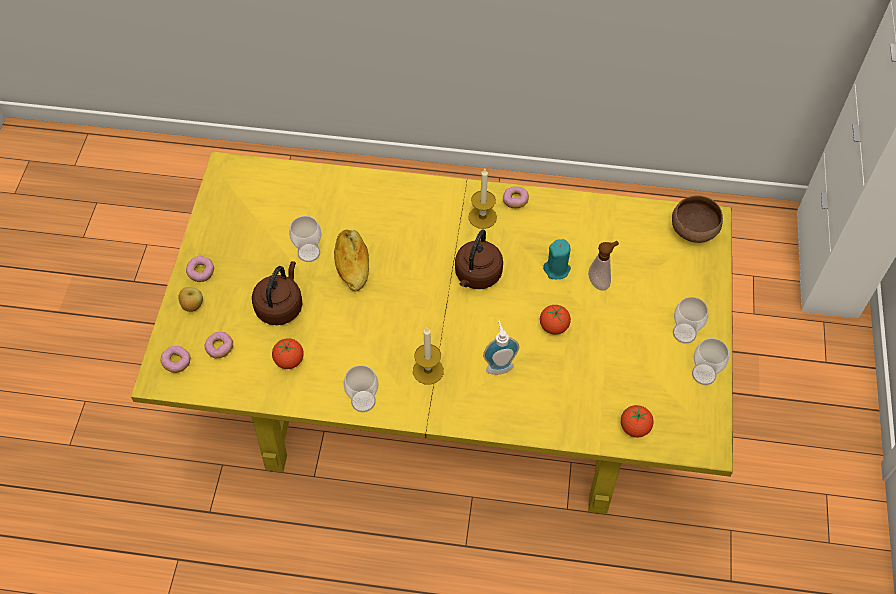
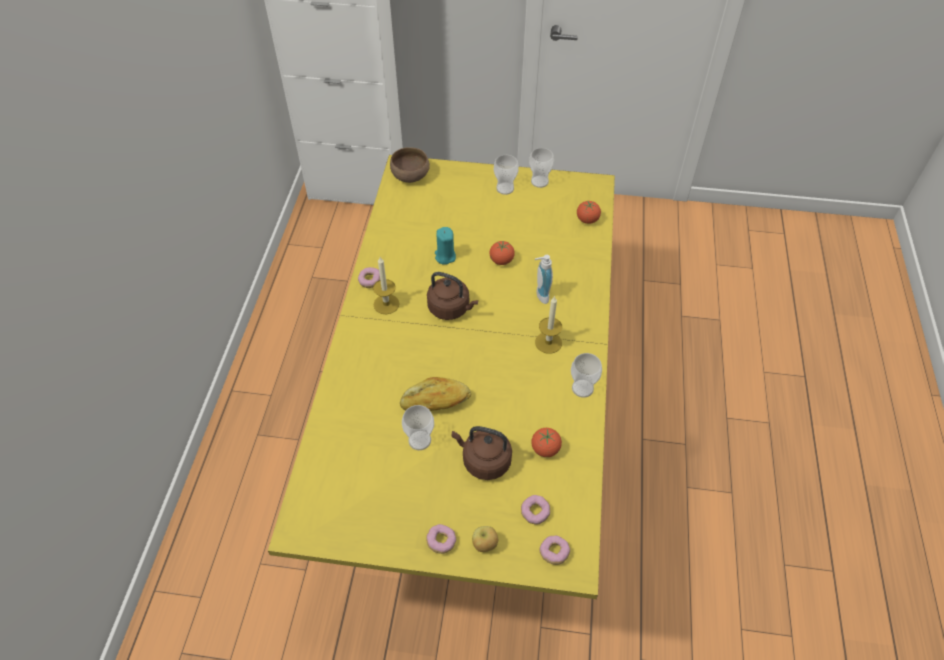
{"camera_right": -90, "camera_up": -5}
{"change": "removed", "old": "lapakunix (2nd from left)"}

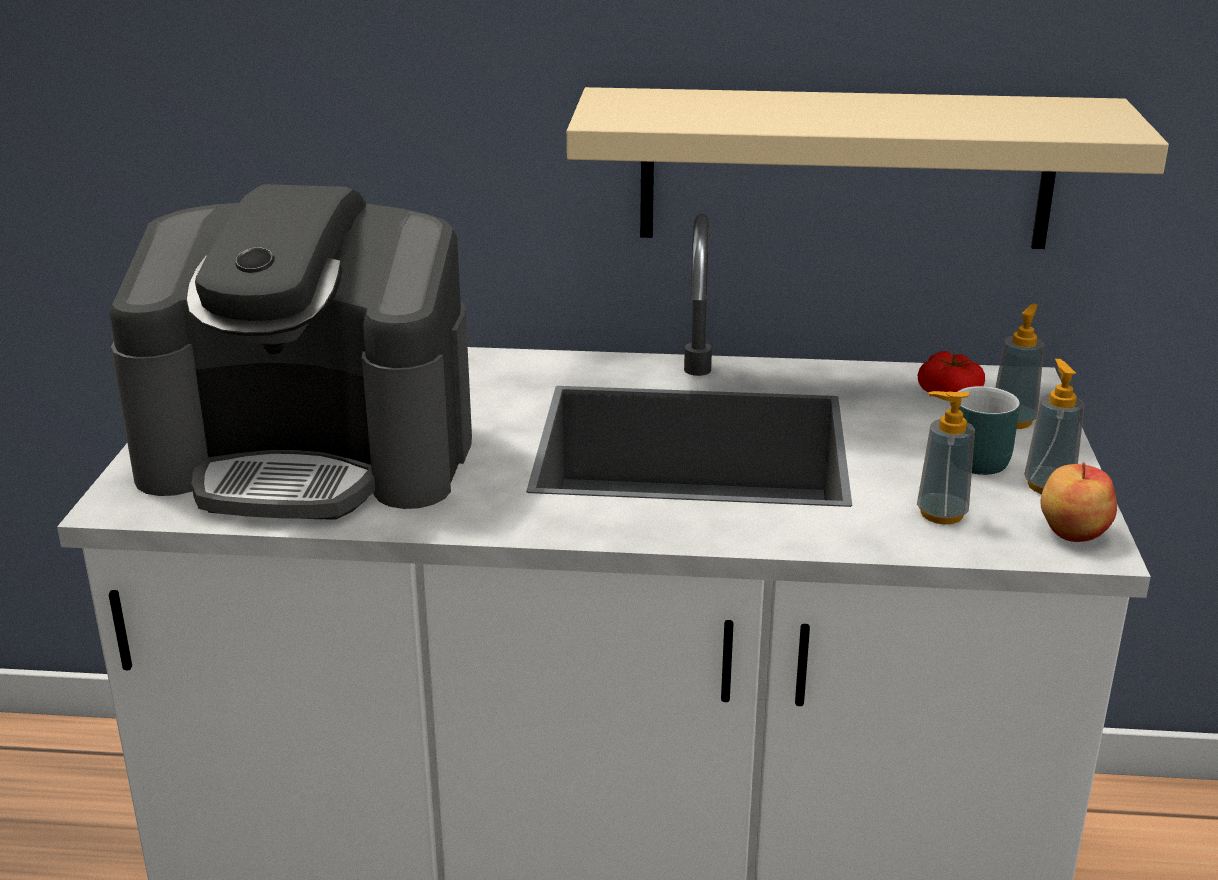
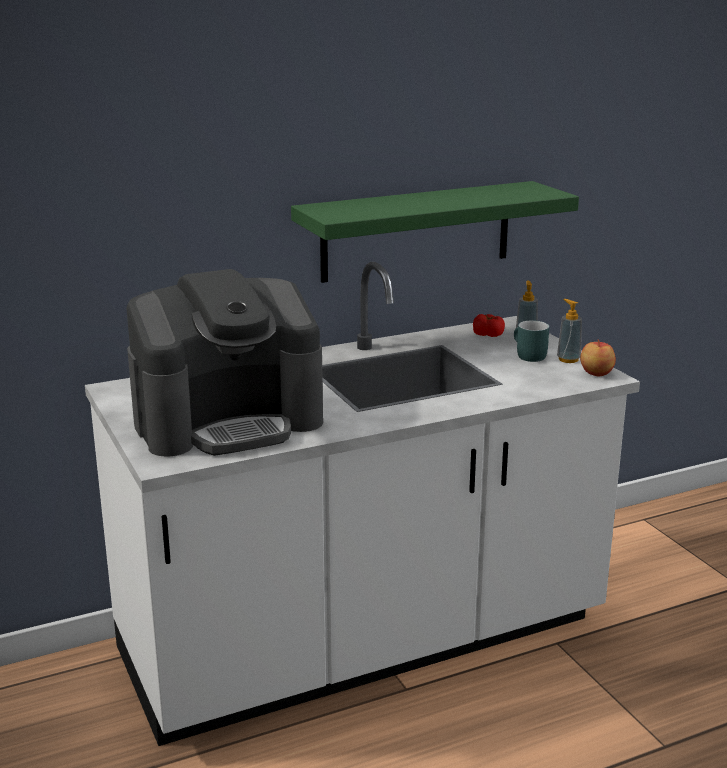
{"camera_right": -30, "camera_up": -5}
{"change": "removed", "old": "lapakunix (1st from left)"}
{"change": "recoloured", "old": "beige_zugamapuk", "new": "green_zugamapuk"}

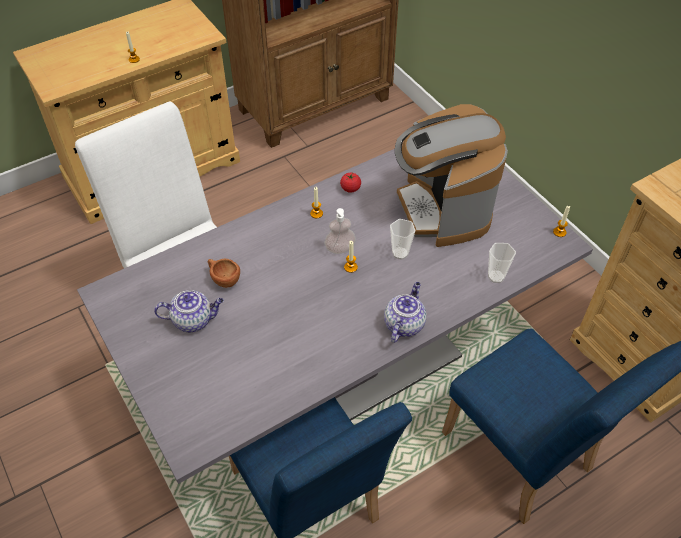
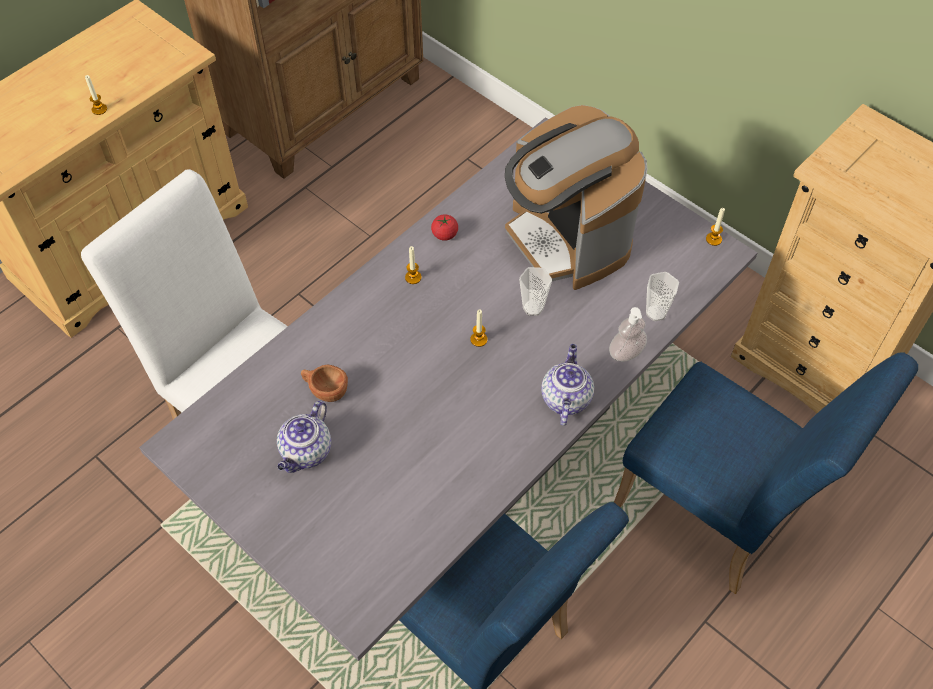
{"camera_right": -15, "camera_up": 5}
{"change": "moved", "old": "lapakunix"}
{"change": "turned", "old": "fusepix (1st from left)", "degrees": 135}

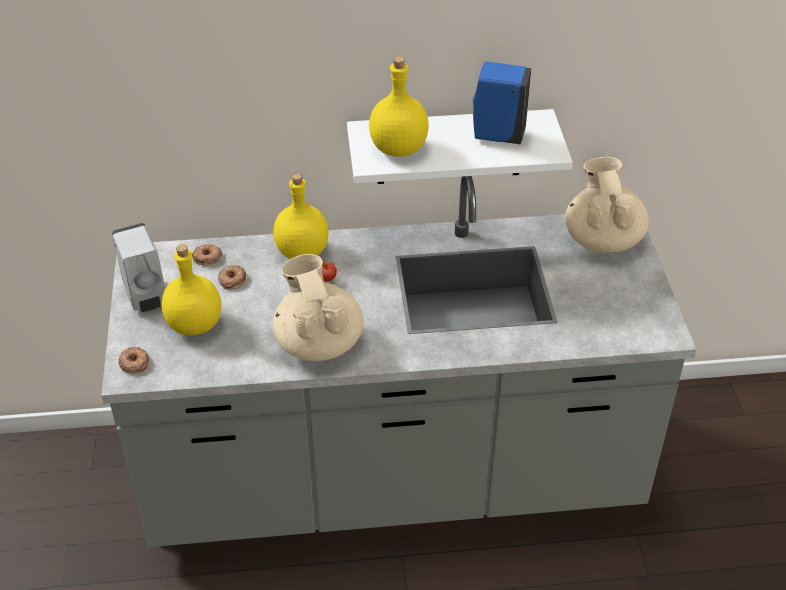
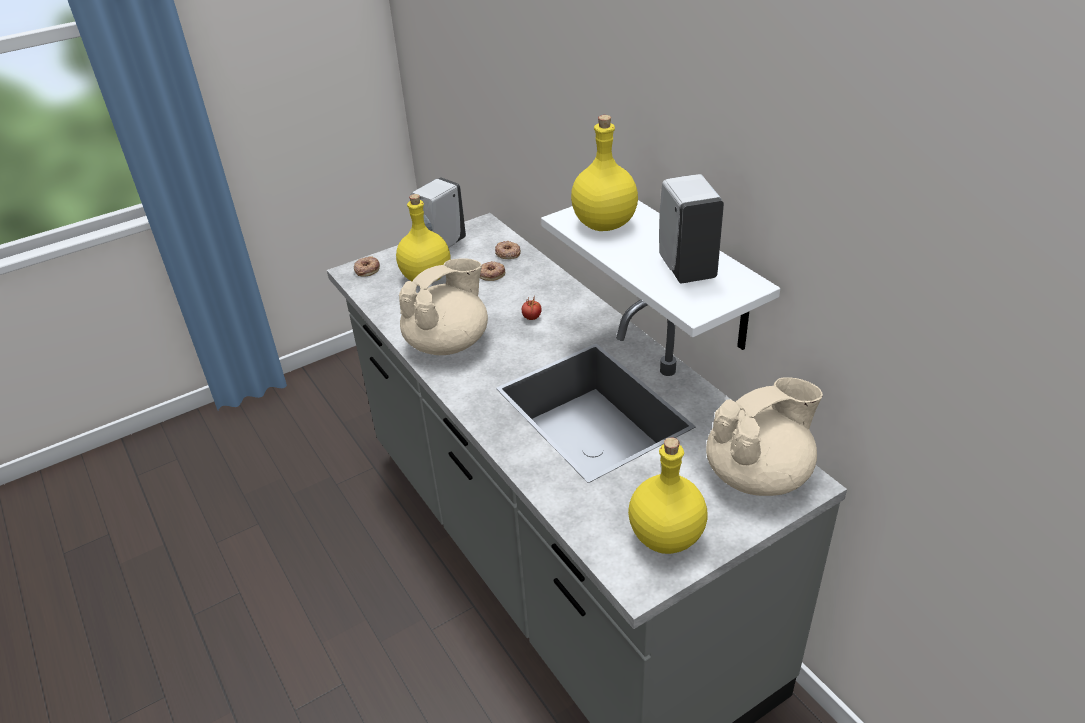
{"camera_right": 65, "camera_up": -5}
{"change": "moved", "old": "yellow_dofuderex (2nd from left in the first image)", "new": "yellow_dofuderex (3rd from left)"}
{"change": "recoloured", "old": "blue_lapakunix", "new": "white_lapakunix (2nd from left)"}

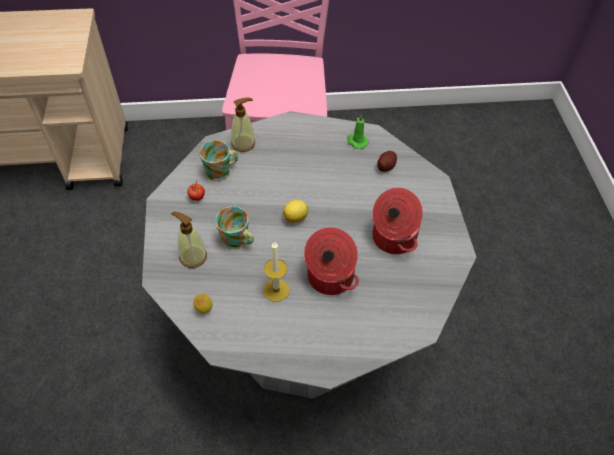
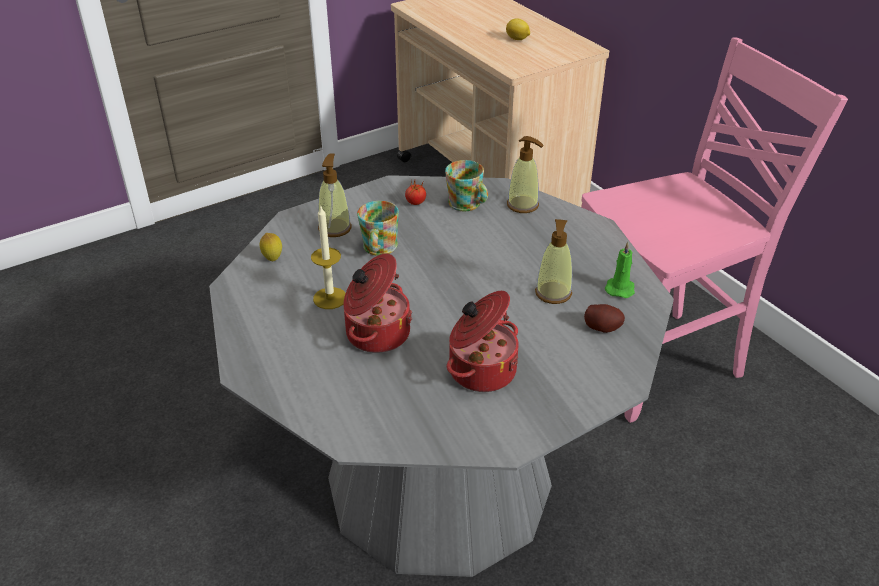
{"camera_right": 65, "camera_up": -15}
{"change": "added", "new": "lapakunix (3rd from left)"}
{"change": "moved", "old": "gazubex (2nd from left)"}

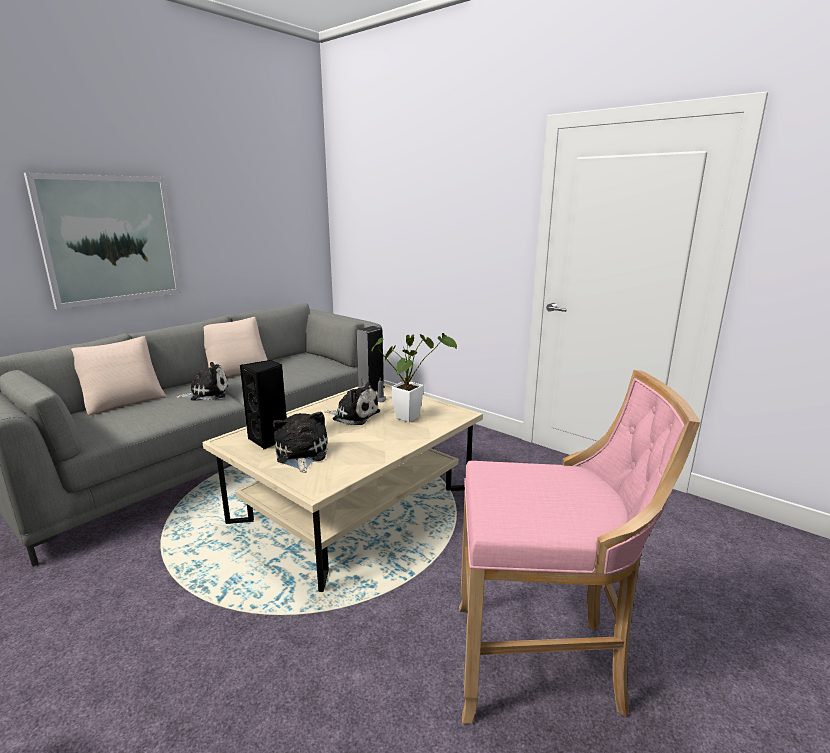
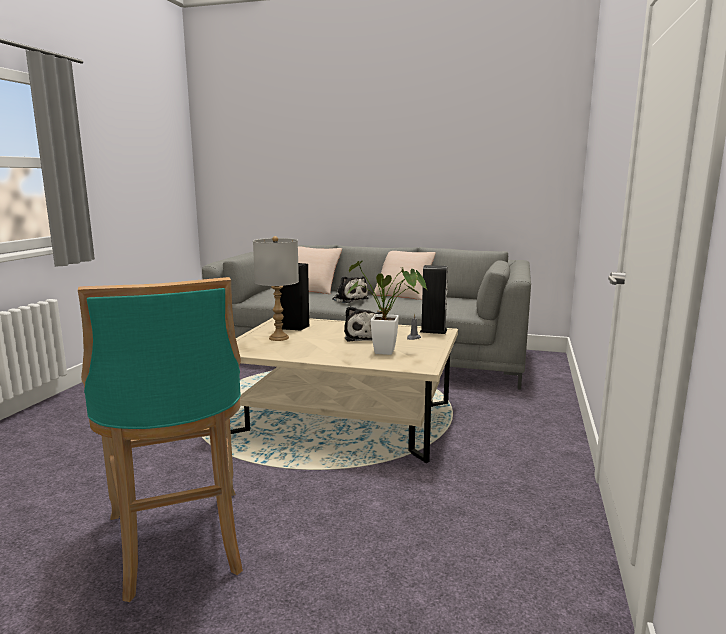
{"camera_right": 65, "camera_up": -5}
{"change": "removed", "old": "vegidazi"}
{"change": "replaced", "old": "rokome (2nd from left)", "new": "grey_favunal"}
{"change": "recoloured", "old": "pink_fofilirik", "new": "turquoise_fofilirik"}

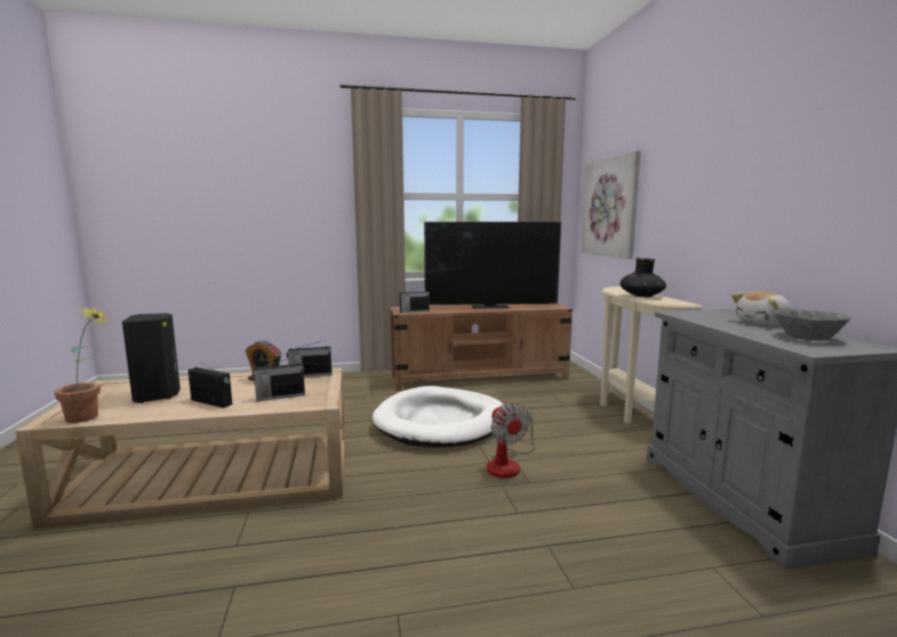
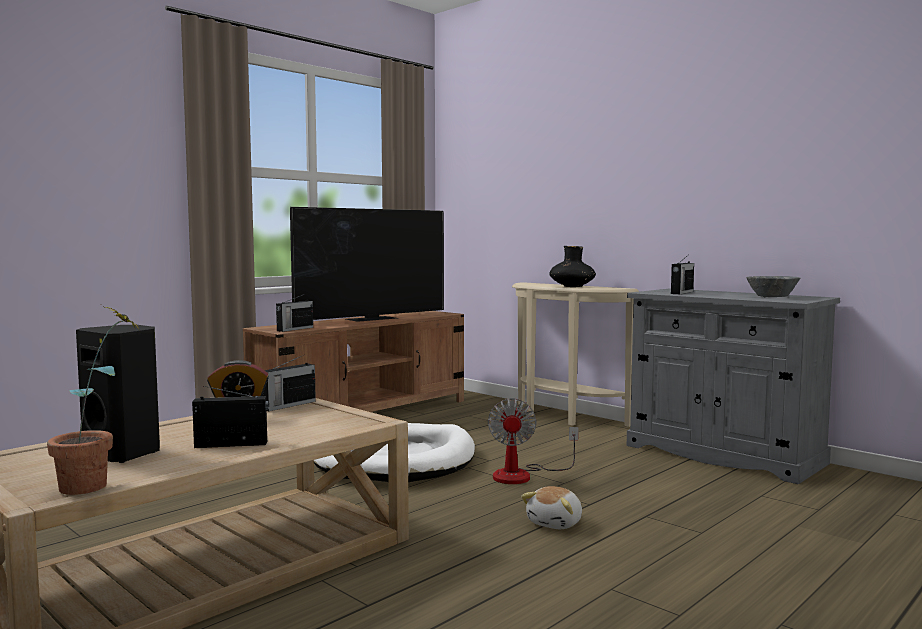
{"camera_right": -35, "camera_up": -5}
{"change": "removed", "old": "vegidazi"}
{"change": "moved", "old": "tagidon (2nd from left in the first image)", "new": "tagidon (4th from left)"}
{"change": "moved", "old": "rokome"}
{"change": "turned", "old": "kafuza", "degrees": 60}

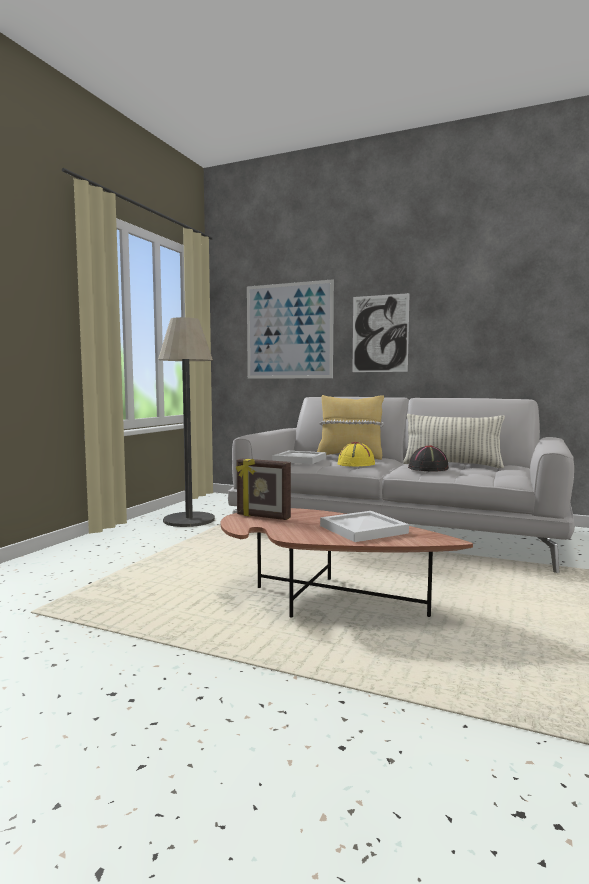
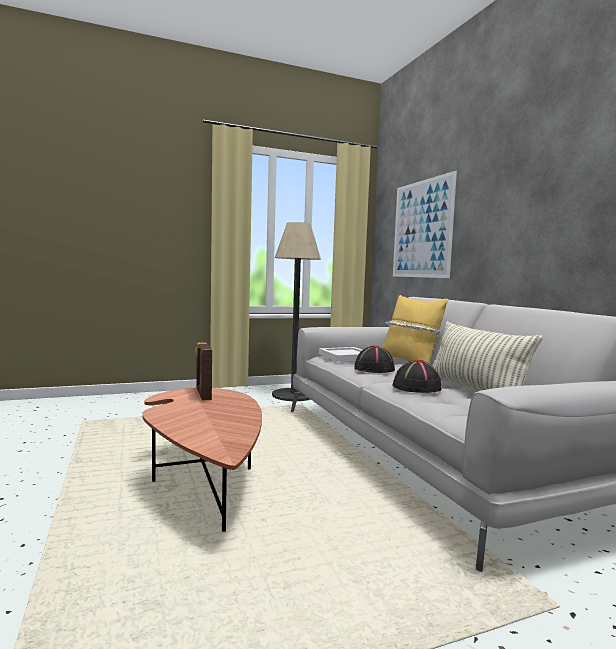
{"camera_right": 45, "camera_up": 0}
{"change": "removed", "old": "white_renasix (2nd from left)"}
{"change": "removed", "old": "vegidazi (2nd from left)"}
{"change": "recoloured", "old": "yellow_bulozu", "new": "black_bulozu (1st from left)"}

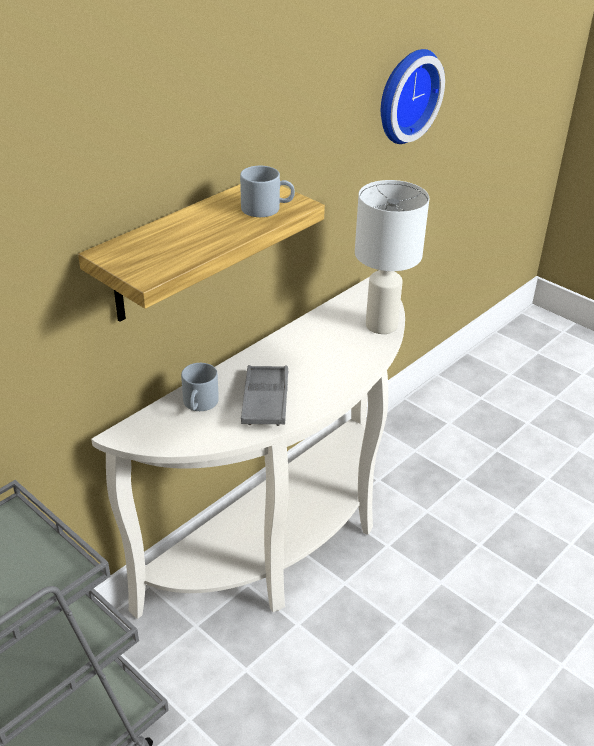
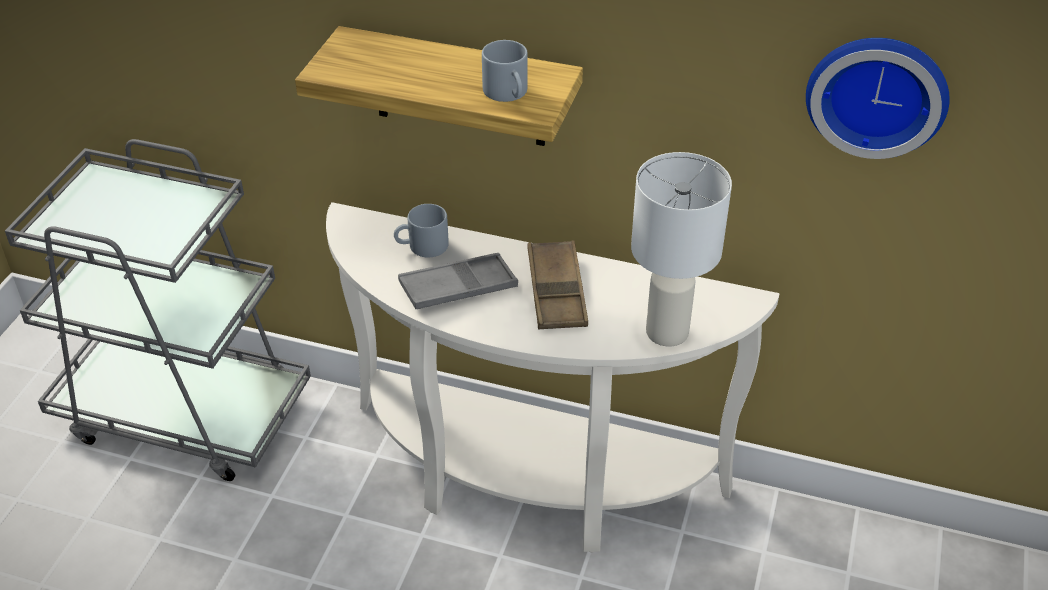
{"camera_right": 65, "camera_up": 5}
{"change": "added", "new": "brown_renasix"}

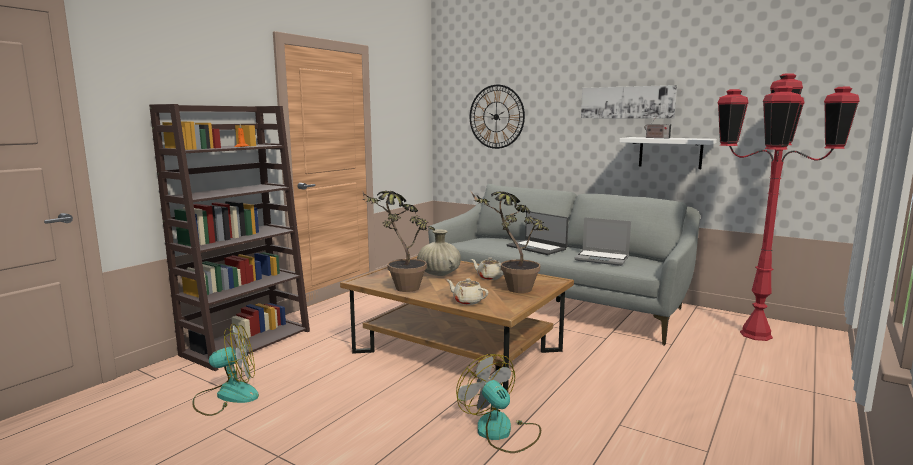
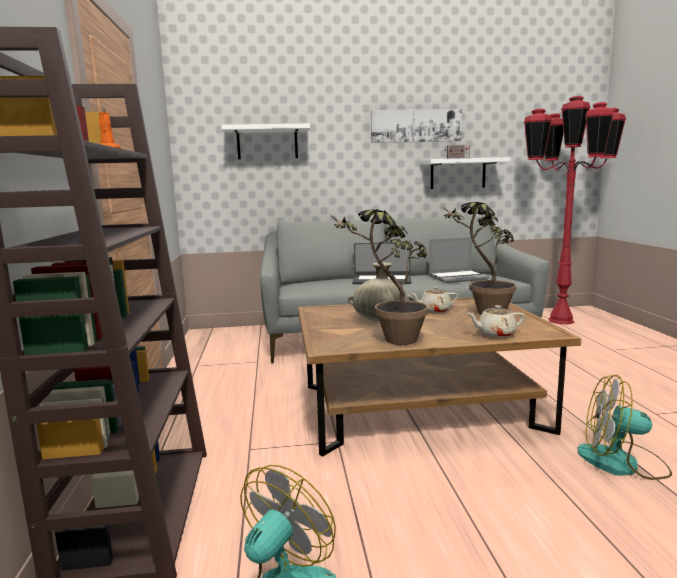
{"camera_right": -40, "camera_up": 0}
{"change": "replaced", "old": "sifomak", "new": "white_zugamapuk (1st from left)"}

